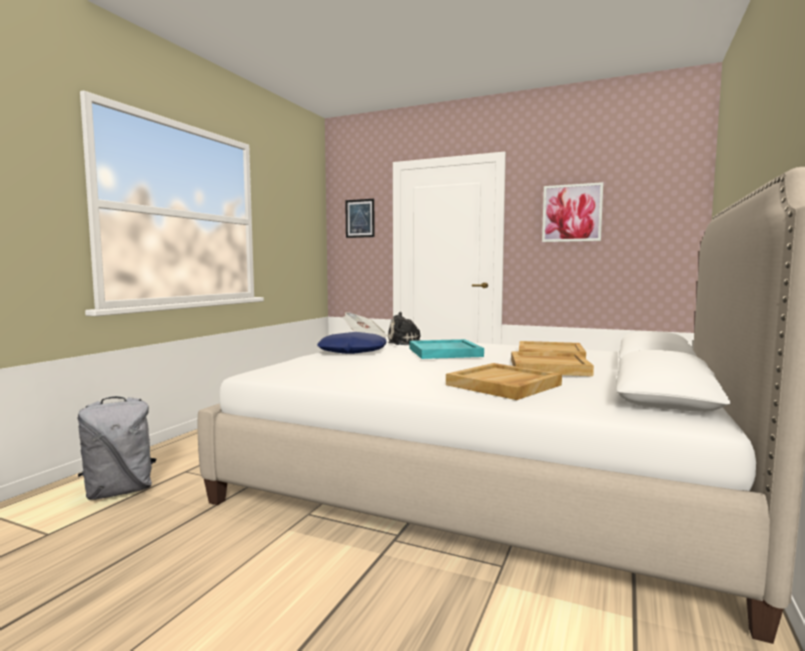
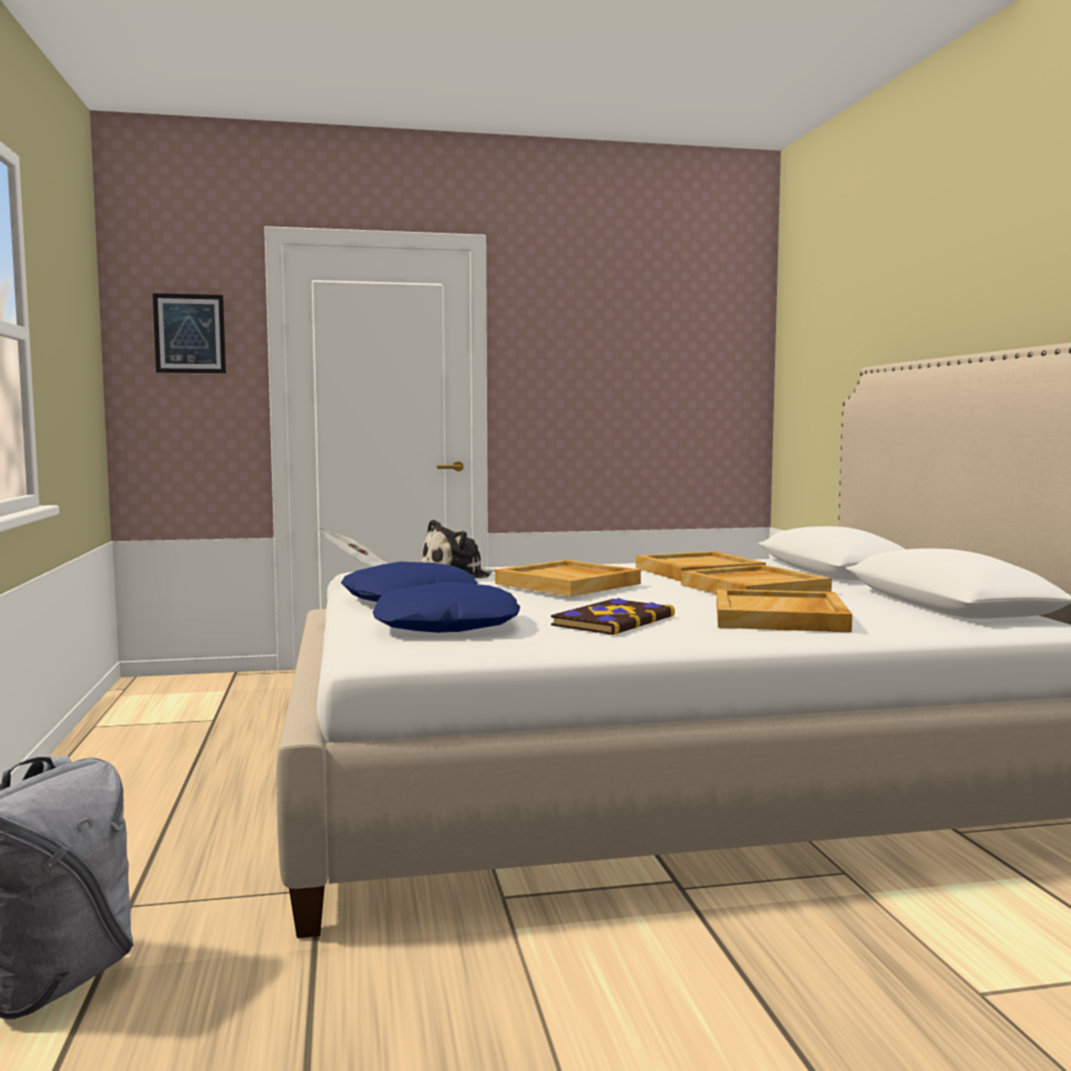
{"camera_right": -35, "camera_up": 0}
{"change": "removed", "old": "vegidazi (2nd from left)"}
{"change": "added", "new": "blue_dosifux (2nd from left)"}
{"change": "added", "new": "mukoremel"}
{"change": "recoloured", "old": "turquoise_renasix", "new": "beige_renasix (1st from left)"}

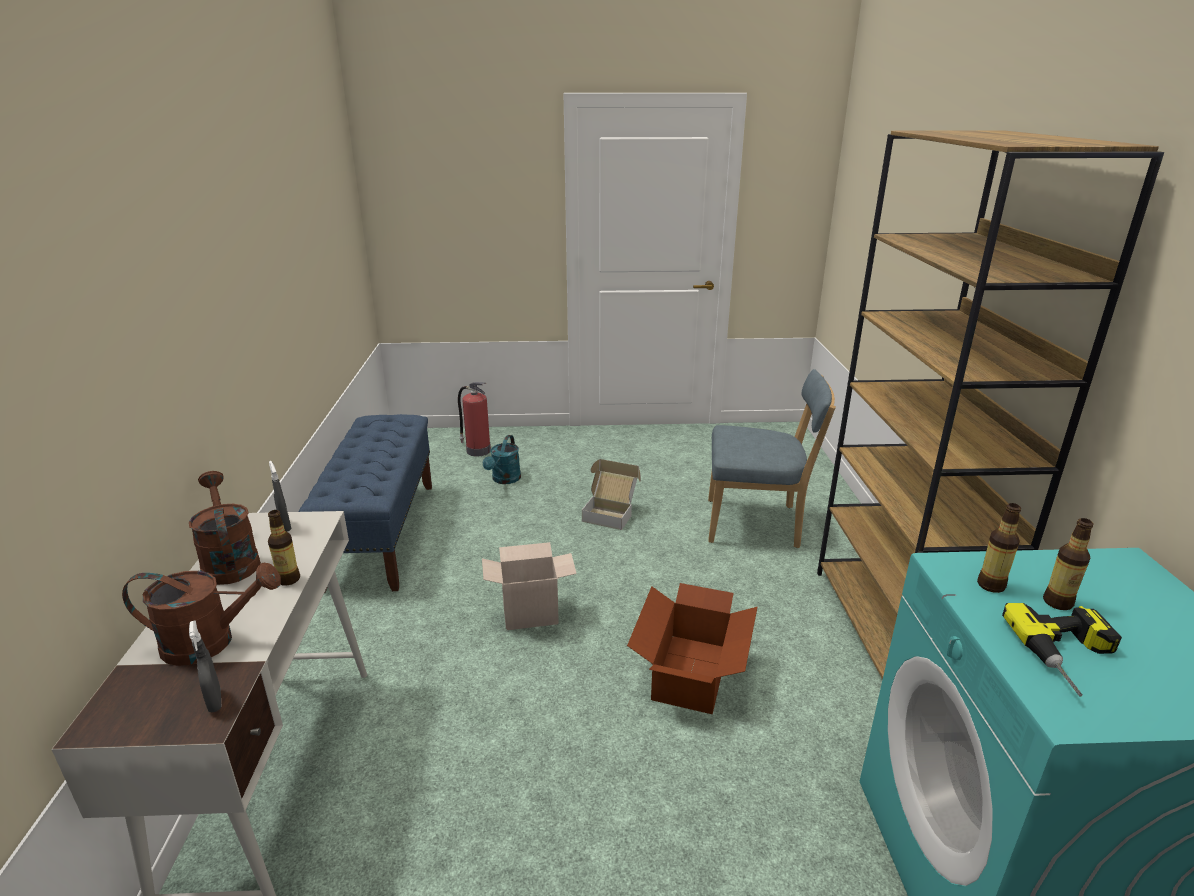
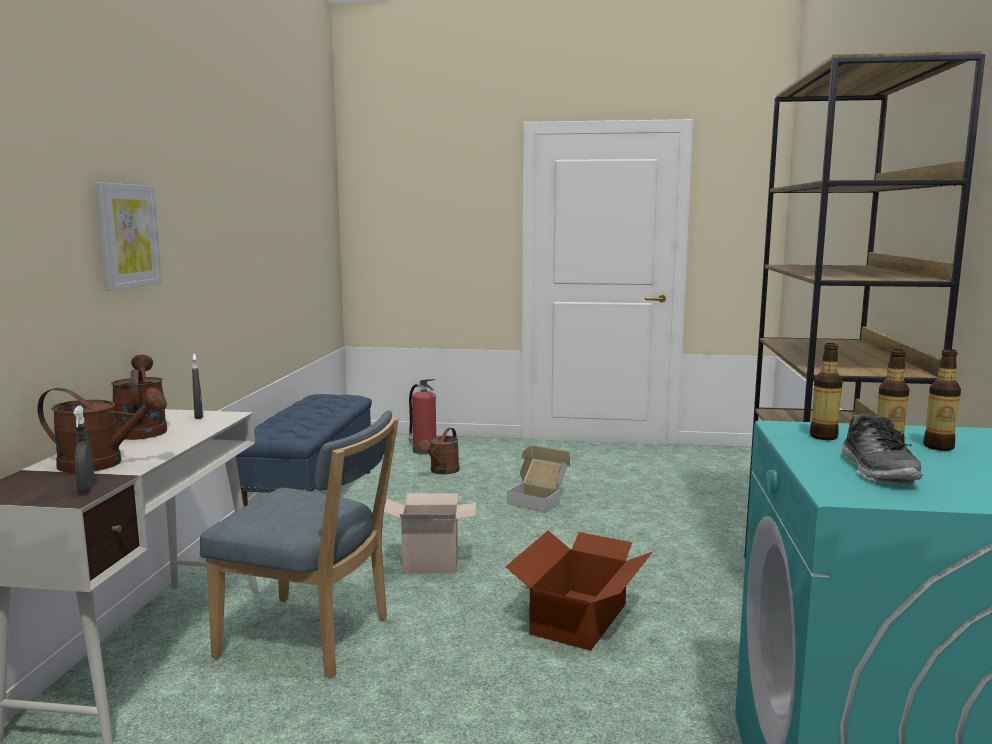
{"camera_right": 10, "camera_up": -15}
{"change": "added", "new": "vegidazi"}
{"change": "moved", "old": "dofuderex (1st from left in the first image)", "new": "dofuderex (3rd from left)"}
{"change": "moved", "old": "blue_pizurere"}
{"change": "replaced", "old": "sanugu", "new": "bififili"}
{"change": "recoloured", "old": "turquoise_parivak", "new": "brown_parivak (3rd from left)"}

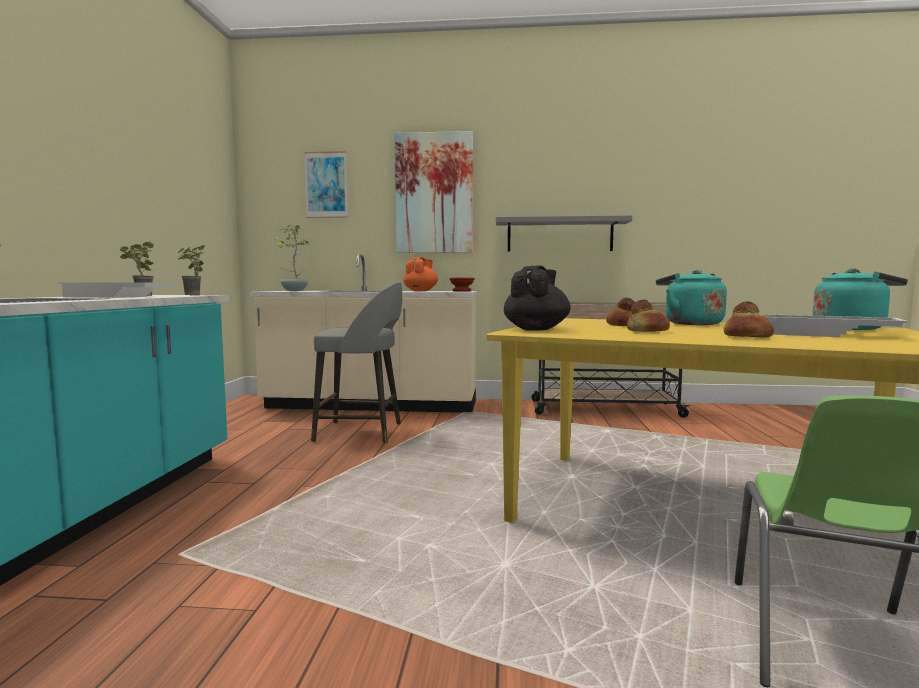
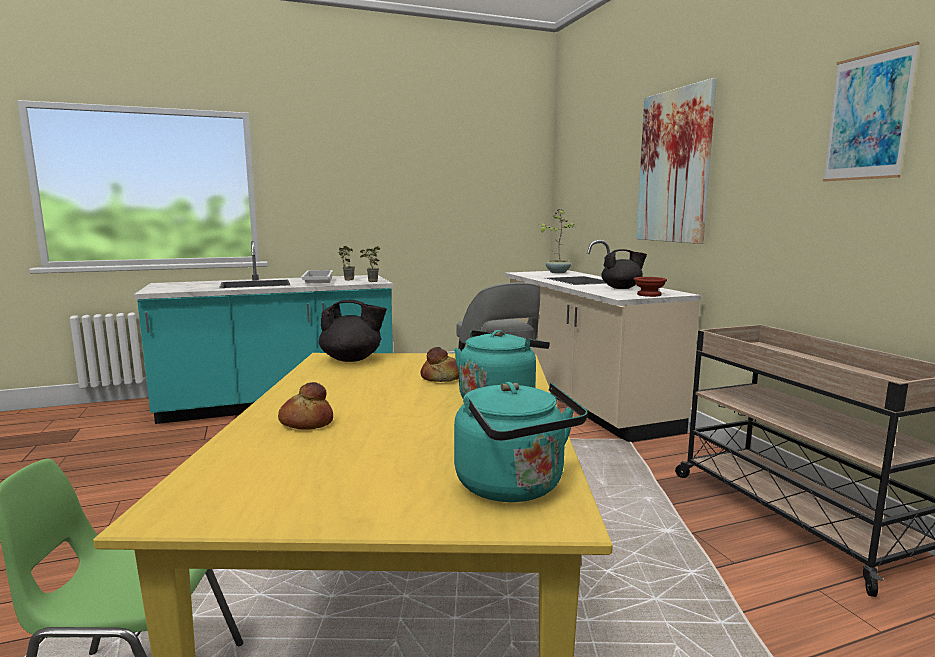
{"camera_right": 65, "camera_up": 5}
{"change": "removed", "old": "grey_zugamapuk"}
{"change": "removed", "old": "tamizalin (2nd from left)"}
{"change": "removed", "old": "white_renasix (2nd from left)"}
{"change": "moved", "old": "vegidazi (1st from left in the first image)", "new": "vegidazi (2nd from left)"}
{"change": "recoloured", "old": "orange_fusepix", "new": "black_fusepix (2nd from left)"}

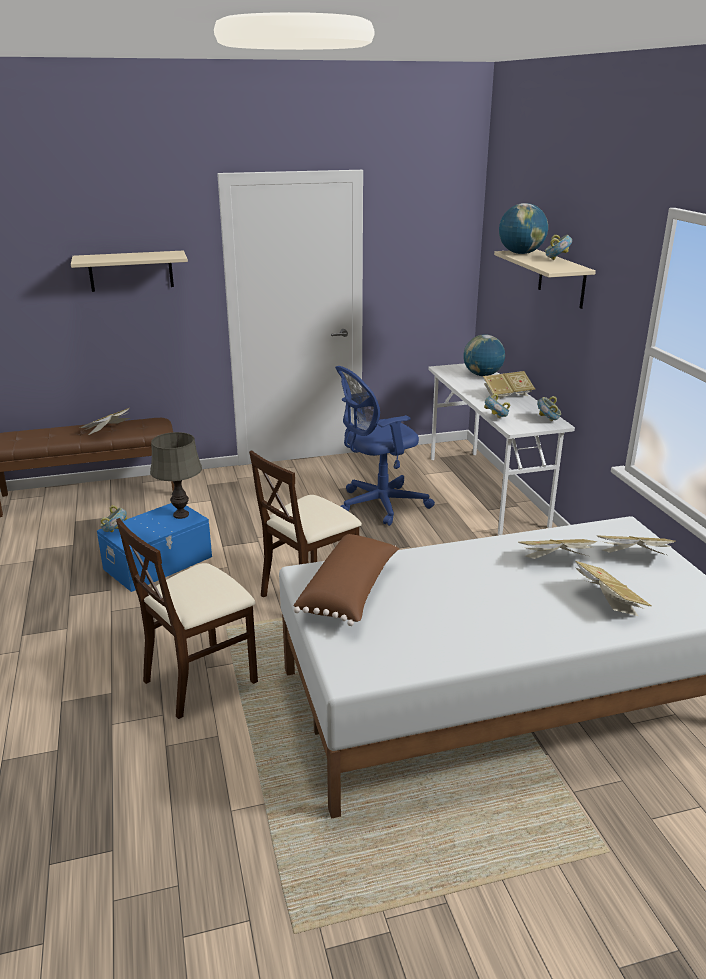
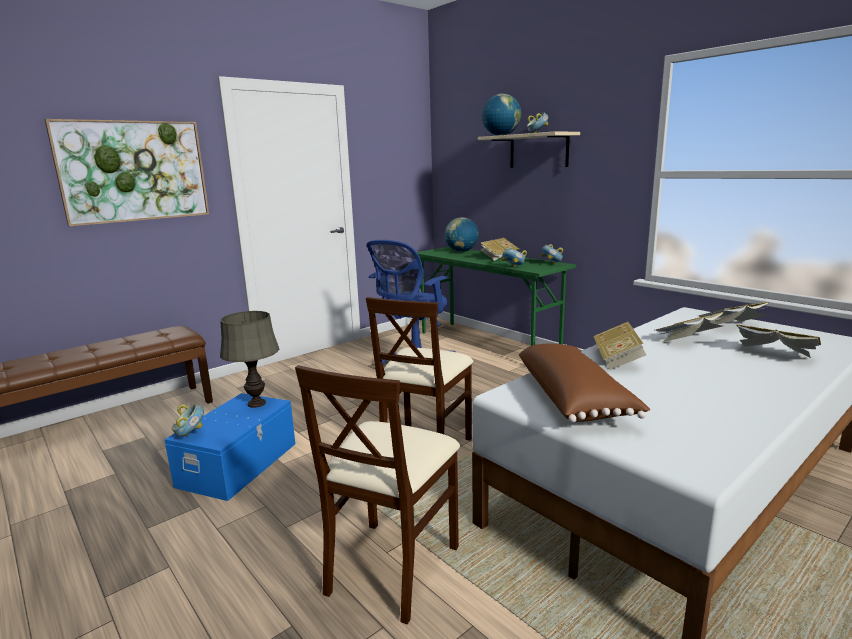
{"camera_right": -25, "camera_up": -10}
{"change": "moved", "old": "mukoremel (1st from left in the first image)", "new": "mukoremel (2nd from left)"}
{"change": "replaced", "old": "beige_zugamapuk (1st from left)", "new": "vegidazi"}
{"change": "recoloured", "old": "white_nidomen", "new": "green_nidomen"}

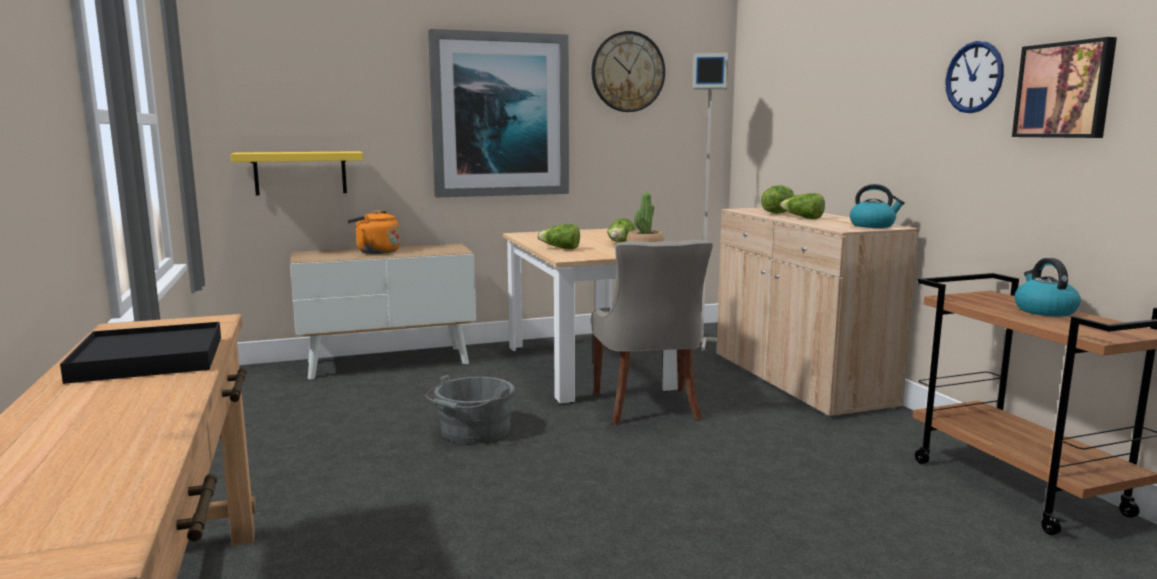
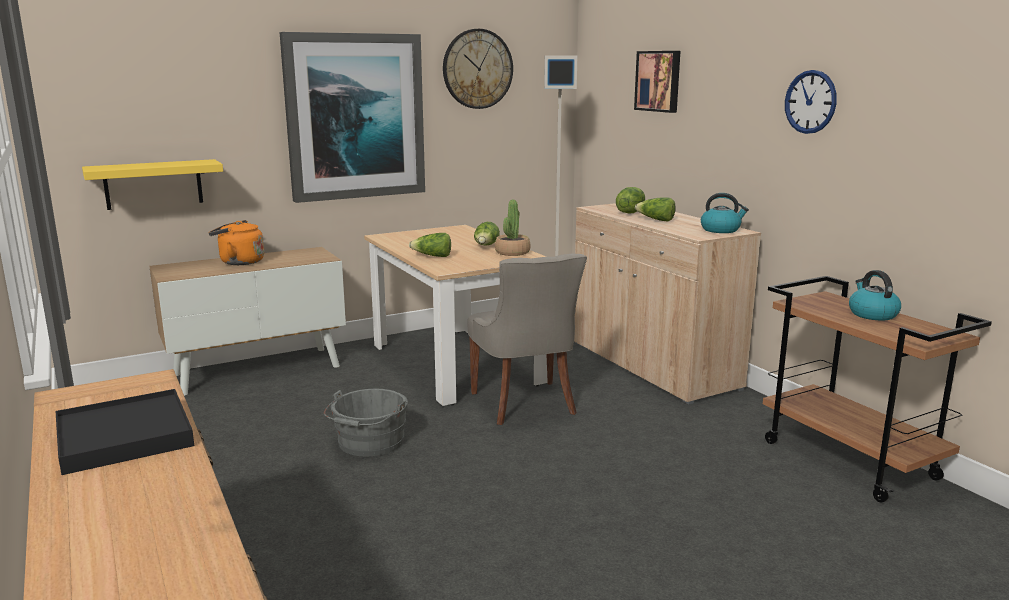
{"camera_right": -10, "camera_up": 5}
{"change": "moved", "old": "vegidazi (2nd from left)"}

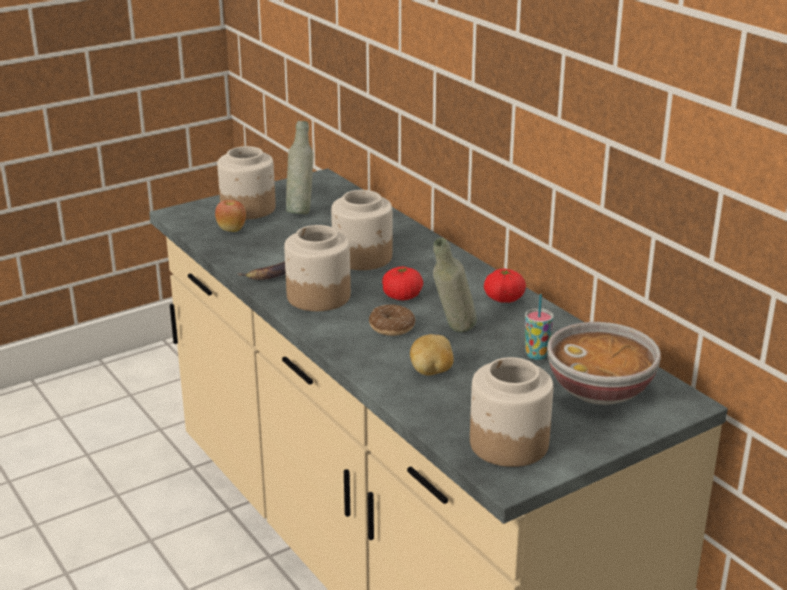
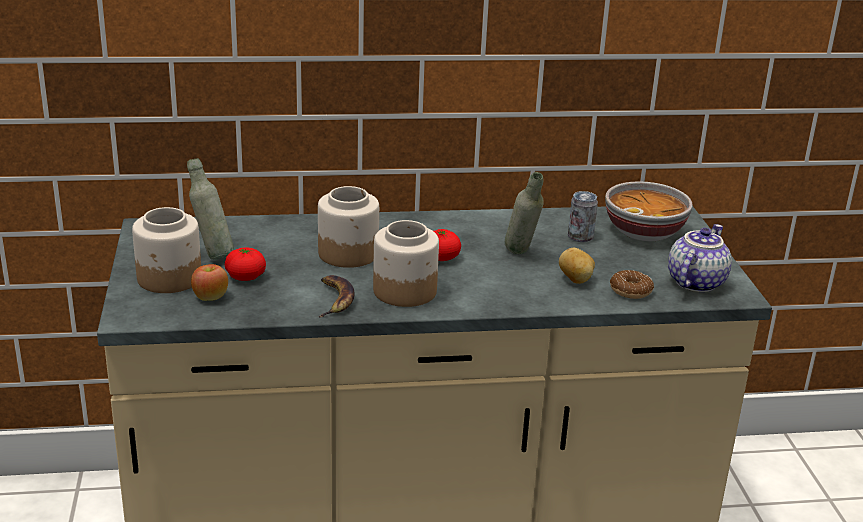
{"camera_right": -65, "camera_up": 0}
{"change": "moved", "old": "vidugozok"}
{"change": "moved", "old": "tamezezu (2nd from left in the first image)", "new": "tamezezu (1st from left)"}
{"change": "replaced", "old": "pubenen (4th from left)", "new": "fusepix"}
{"change": "replaced", "old": "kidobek", "new": "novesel"}

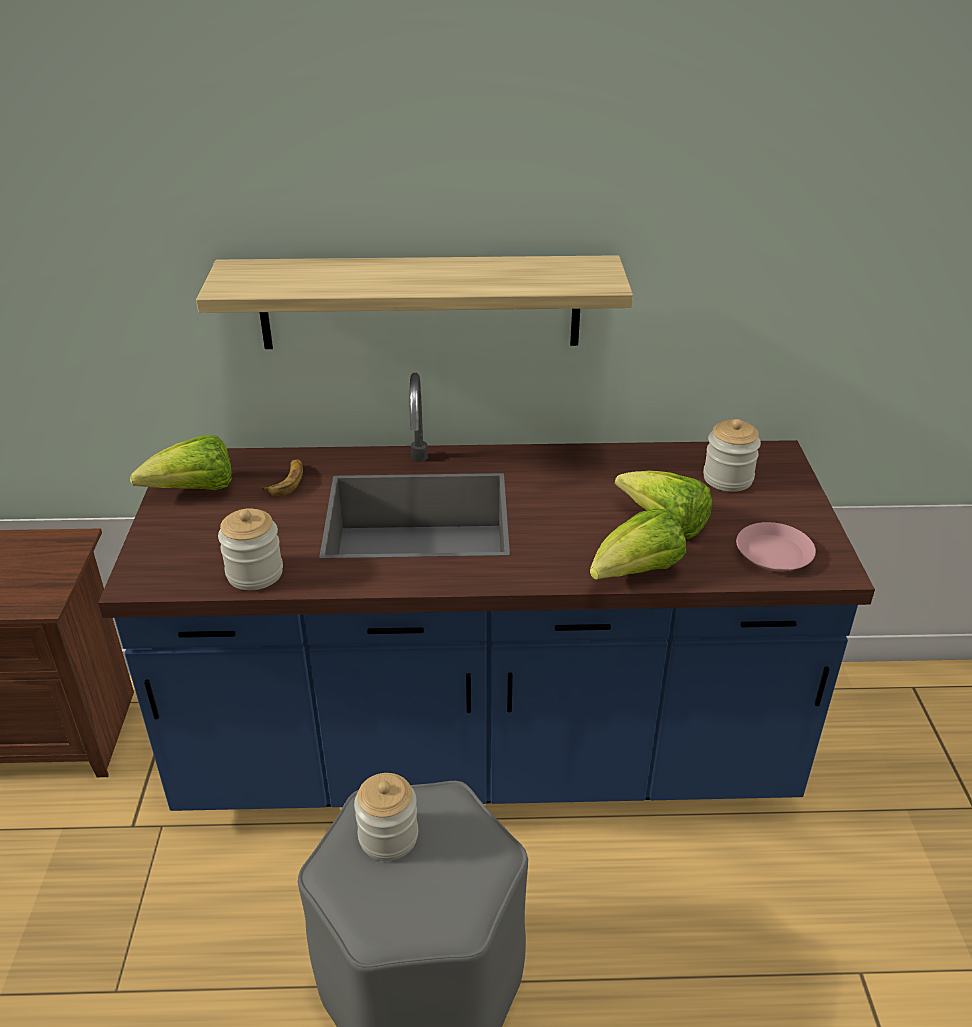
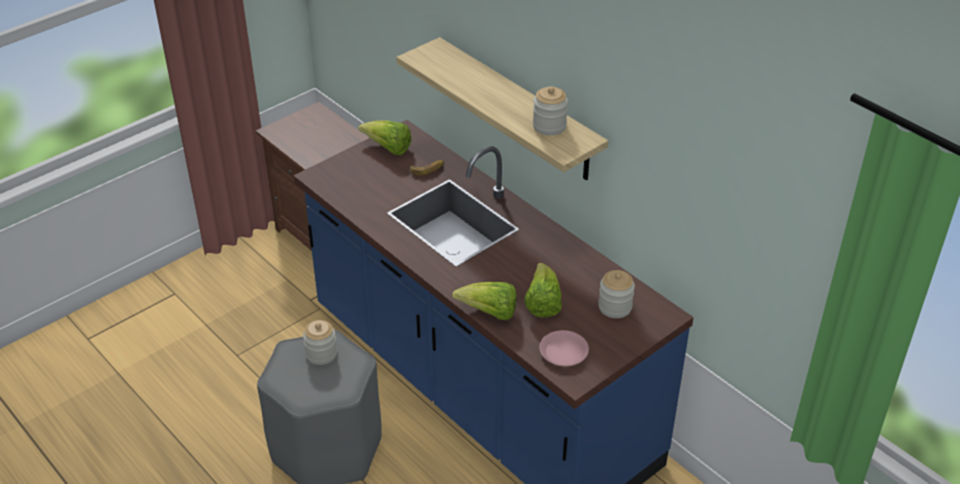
{"camera_right": 50, "camera_up": 5}
{"change": "moved", "old": "pubenen (1st from left in the first image)", "new": "pubenen (2nd from left)"}

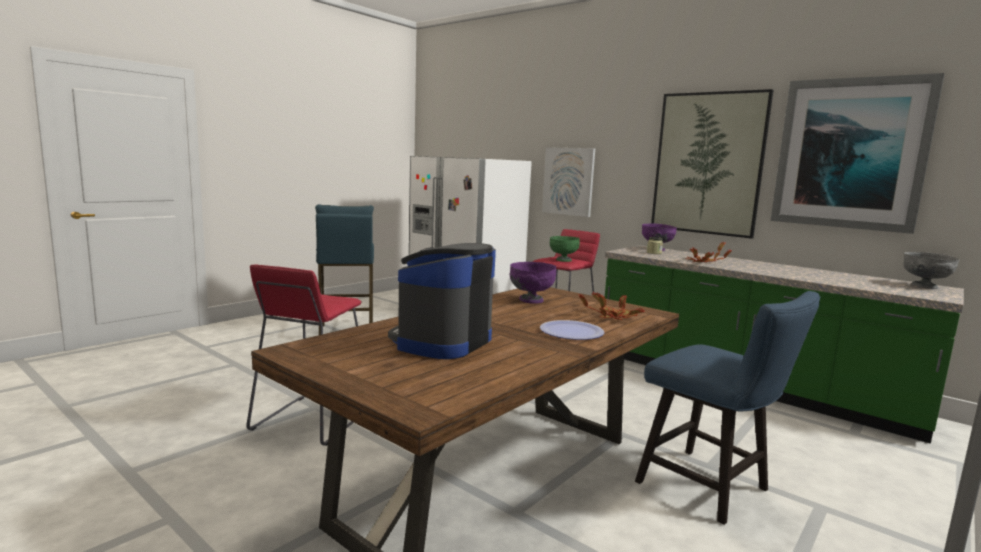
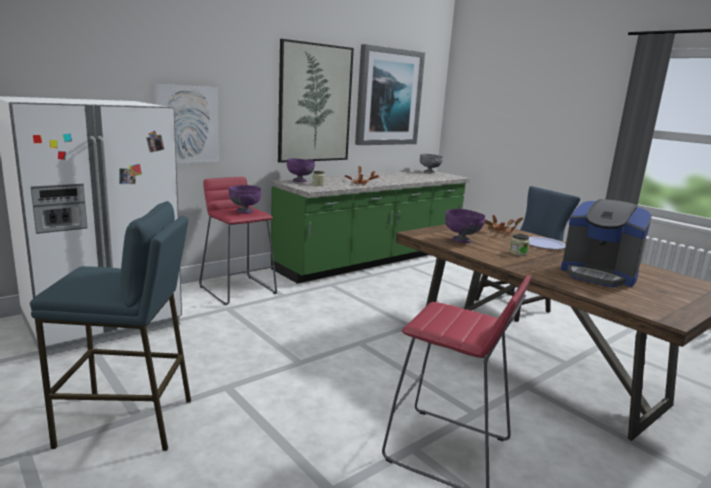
{"camera_right": -80, "camera_up": 5}
{"change": "added", "new": "pubenen (2nd from left)"}
{"change": "recoloured", "old": "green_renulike", "new": "purple_renulike (1st from left)"}

